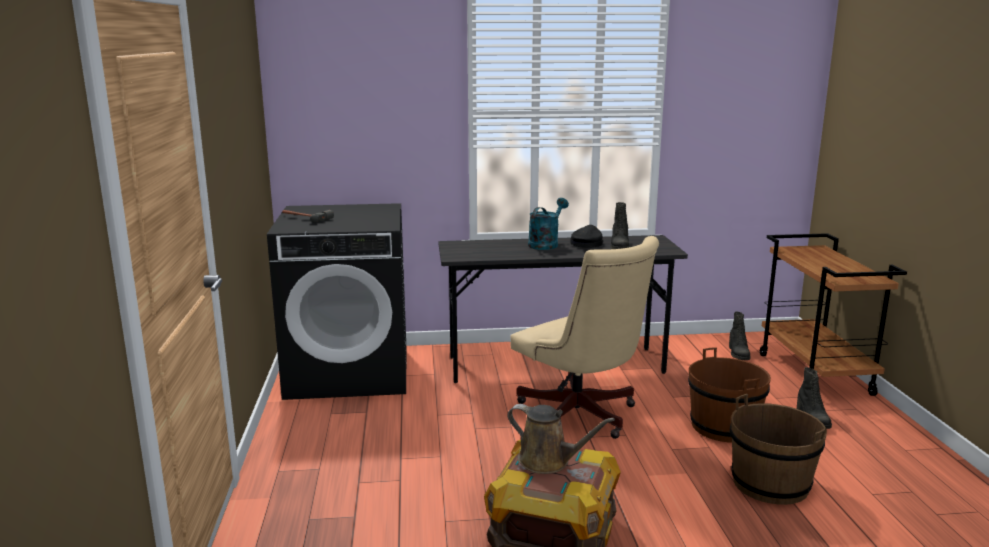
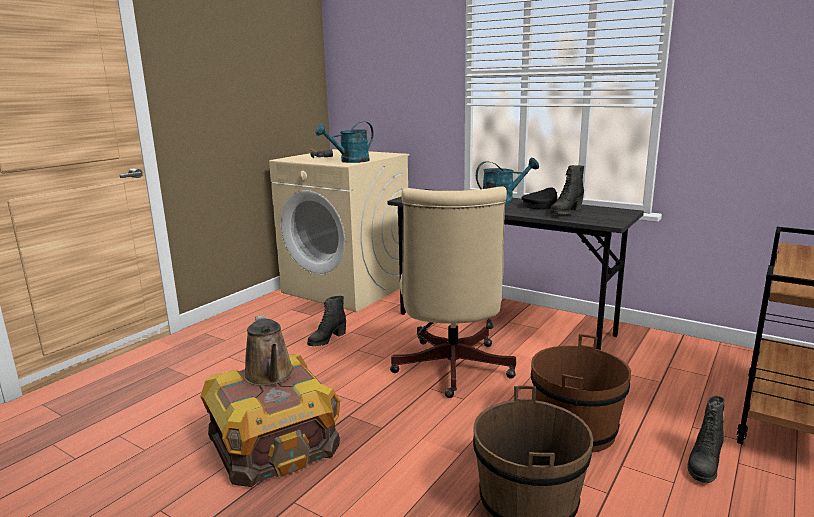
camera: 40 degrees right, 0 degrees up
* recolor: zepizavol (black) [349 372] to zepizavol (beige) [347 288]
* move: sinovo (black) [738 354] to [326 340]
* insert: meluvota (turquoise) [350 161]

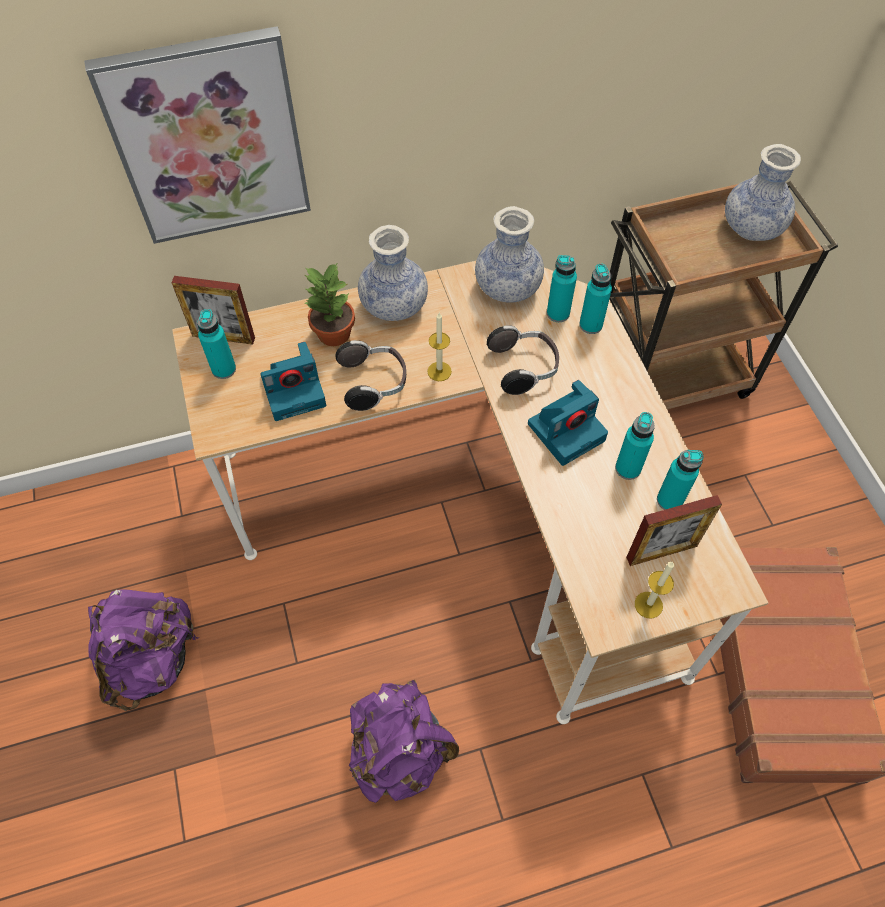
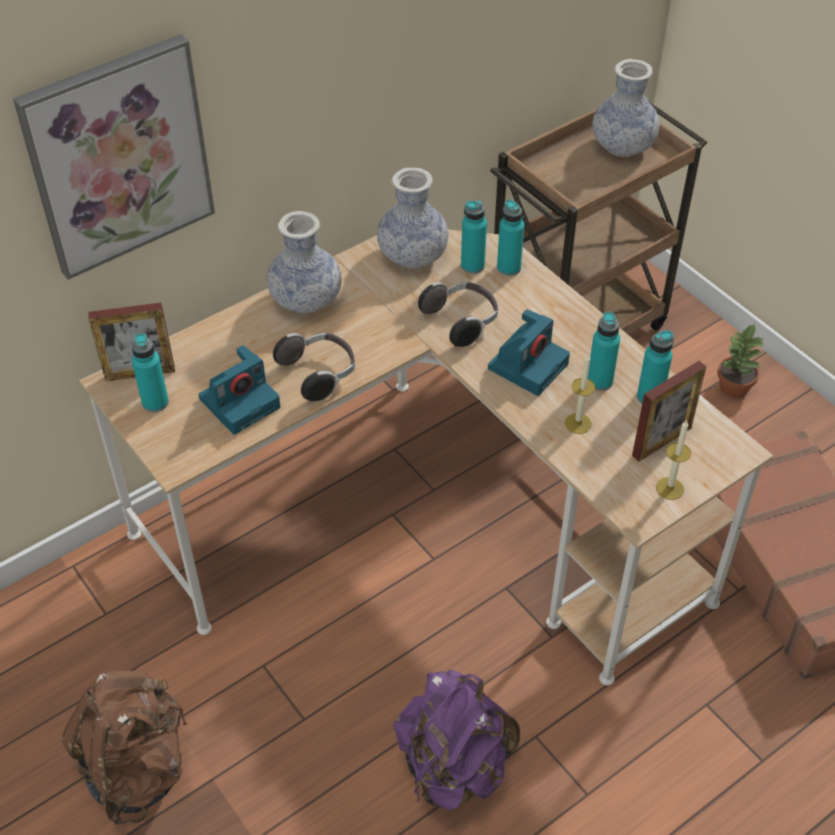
camera: 20 degrees left, 10 degrees down
* recolor: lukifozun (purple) [152 659] to lukifozun (brown) [137 768]
* move: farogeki [333 333] to [733 387]
* move: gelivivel [439 371] to [578 423]

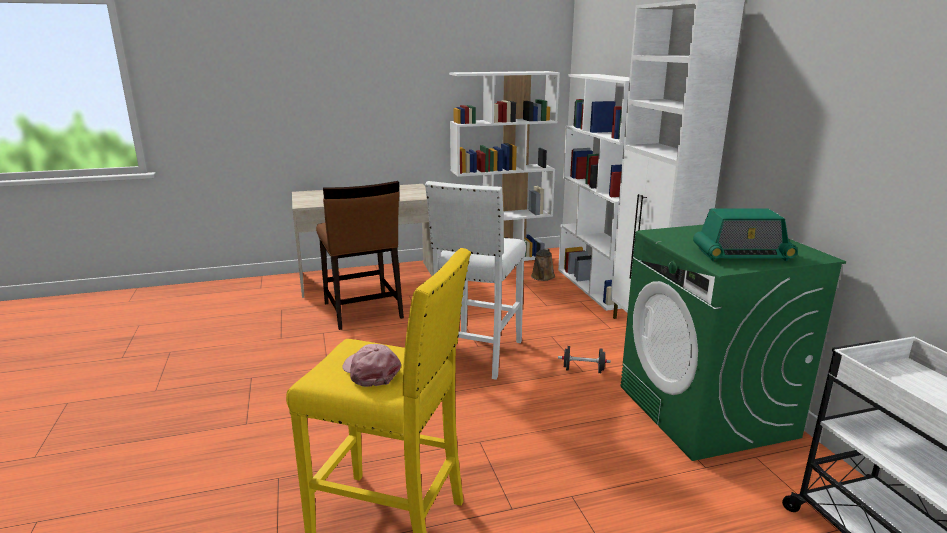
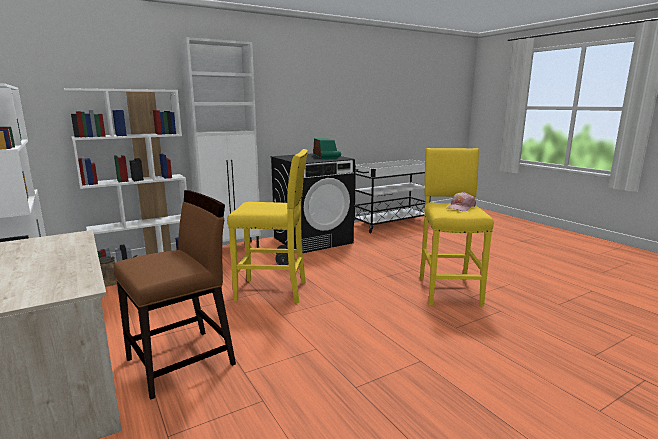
camera: 105 degrees left, 5 degrees down
* recolor: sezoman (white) [477 355] to sezoman (yellow) [273 291]
* recolor: zepizavol (green) [706 411] to zepizavol (black) [313 240]

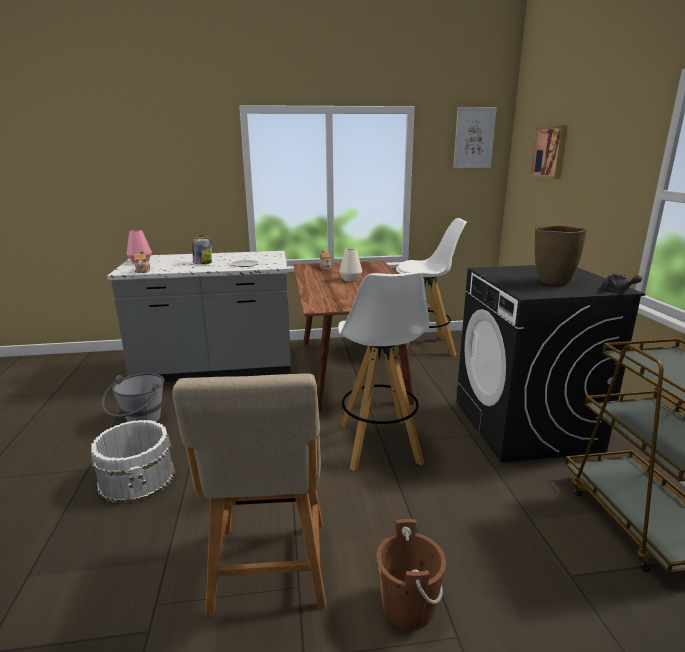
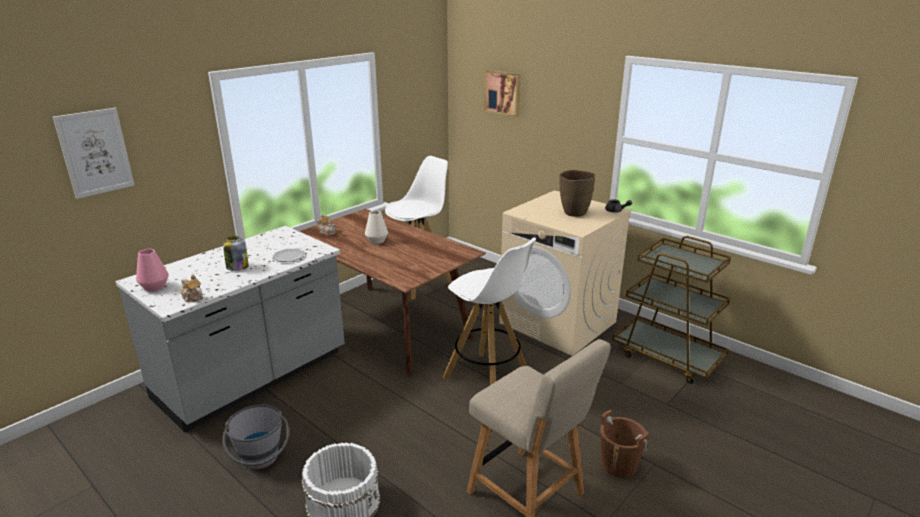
camera: 40 degrees left, 5 degrees up
* move: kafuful [474 138] to [95 152]
* recolor: zepizavol (black) [525 425] to zepizavol (beige) [558 323]

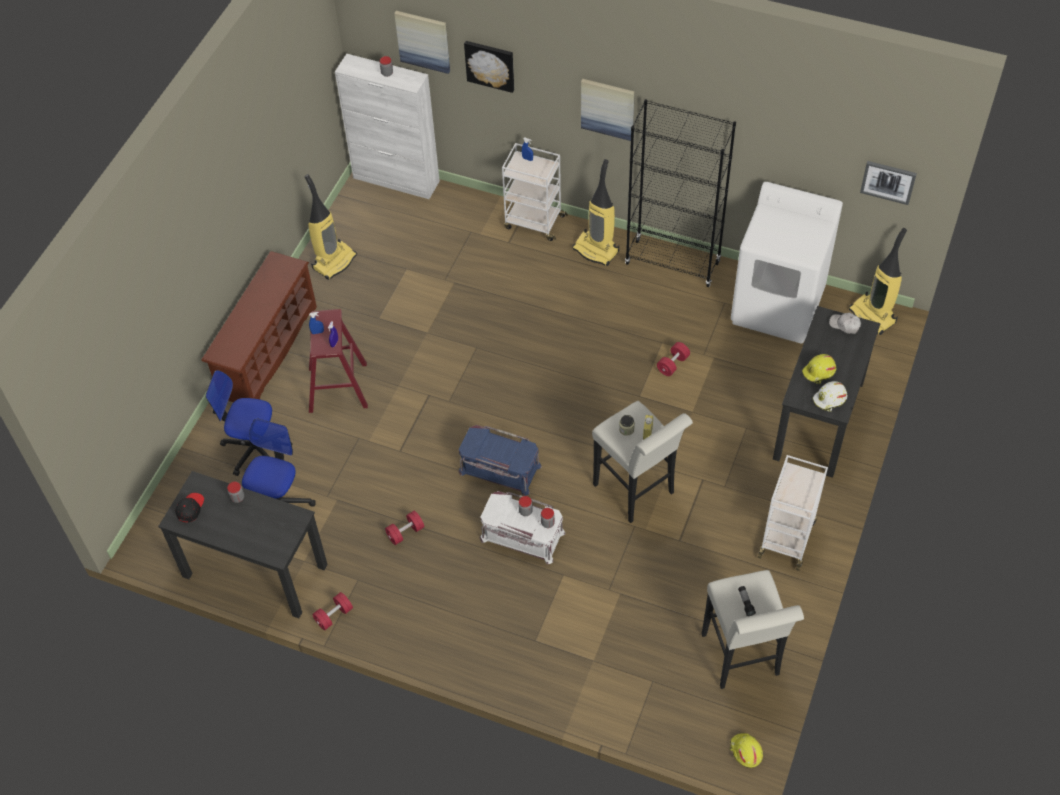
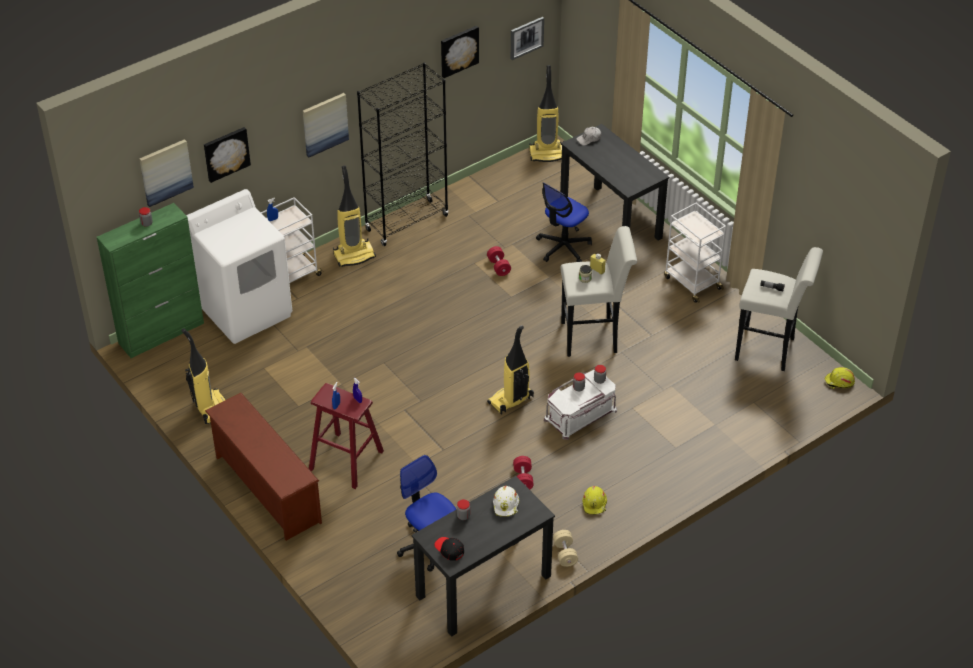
camera: 60 degrees left, 10 degrees down
* move: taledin [254 448] to [563 247]
* recolor: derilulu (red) [334 615] to derilulu (beige) [565 553]
* recolor: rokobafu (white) [396 180] to rokobafu (green) [162 333]
* replace: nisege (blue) [499 469] to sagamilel [510 400]
* move: zepizavol (white) [778 306] to [245 310]
* move: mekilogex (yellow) [819 372] to [595 504]
* move: mekilogex (white) [830 399] to [506 505]
* insert: kafuful [458 50]

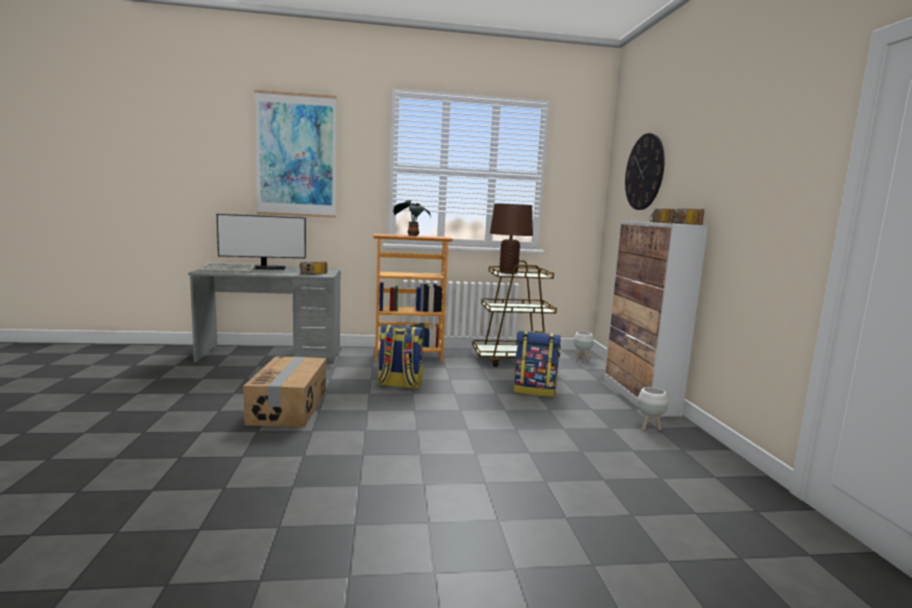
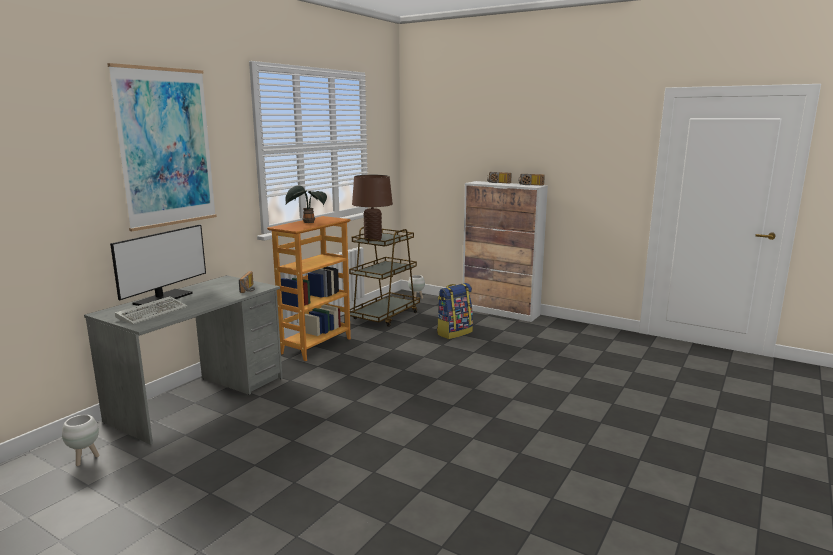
camera: 50 degrees left, 5 degrees up
* delete: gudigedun [289 407]
* delete: lukifozun [399 385]
* delete: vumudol [644 172]
* move: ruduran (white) [649 428] to [85 459]

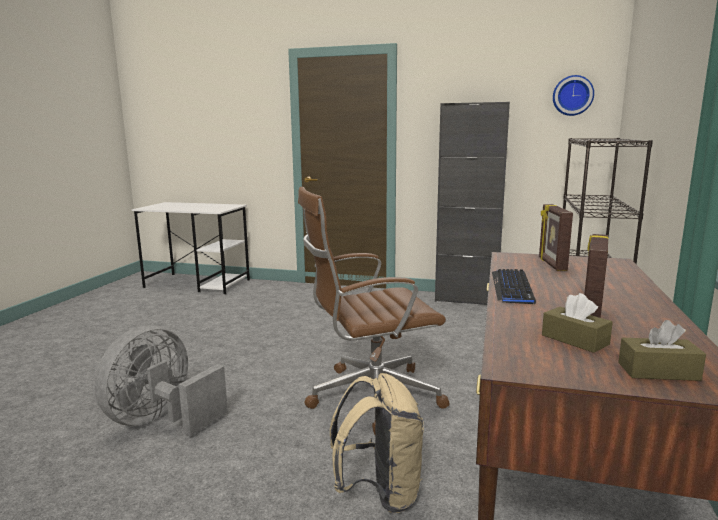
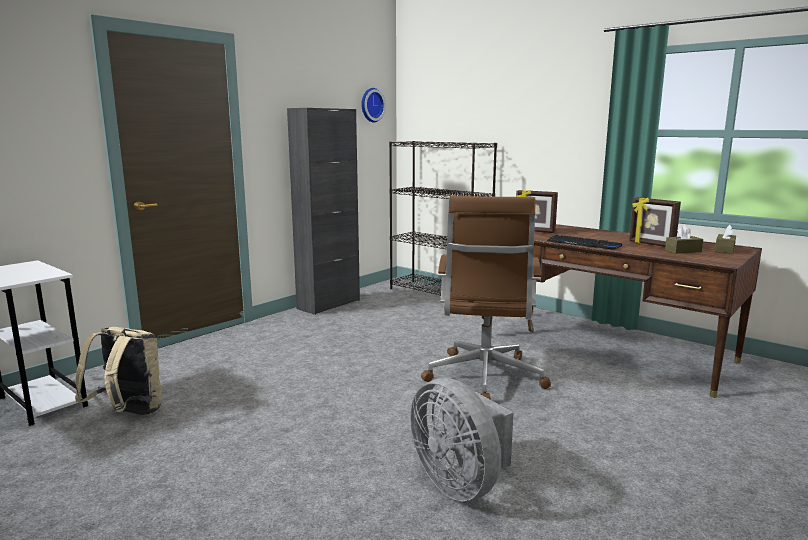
camera: 65 degrees left, 0 degrees up
* move: lukifozun (beige) [380 492] to [128 414]

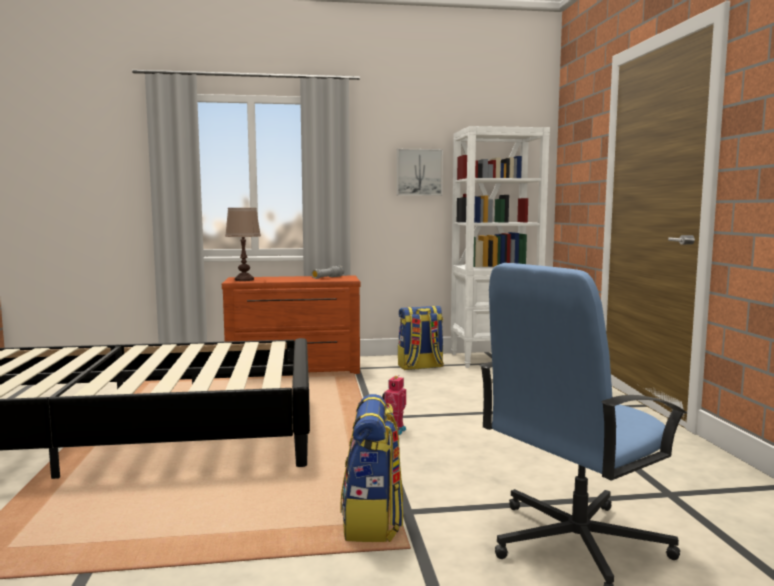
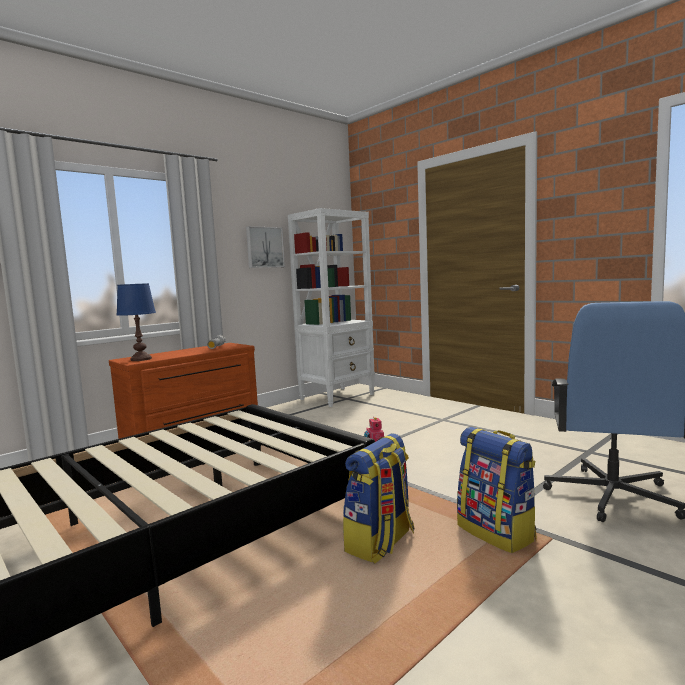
camera: 35 degrees left, 0 degrees up
* recolor: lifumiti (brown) [244 280] to lifumiti (blue) [141 359]
* move: lukifozun [420 367] to [380 543]

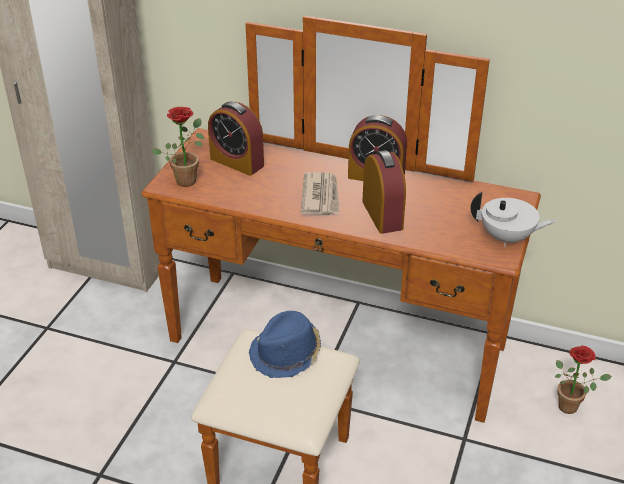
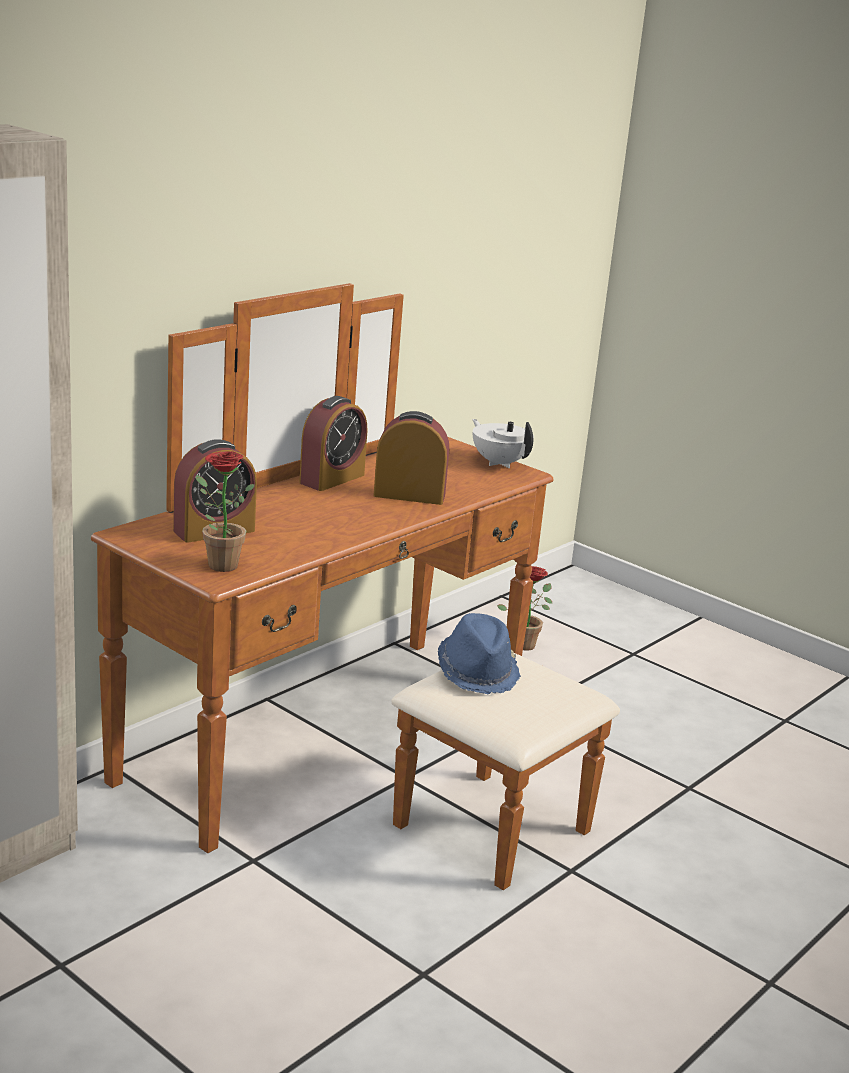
camera: 70 degrees left, 15 degrees down
* delete: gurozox [321 196]
* rotate: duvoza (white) [507 238] = [499 463] 75 degrees counterclockwise

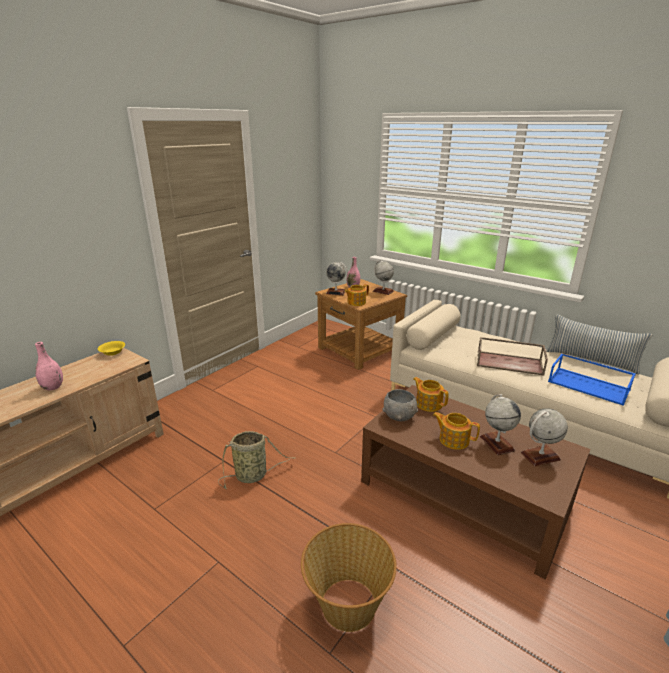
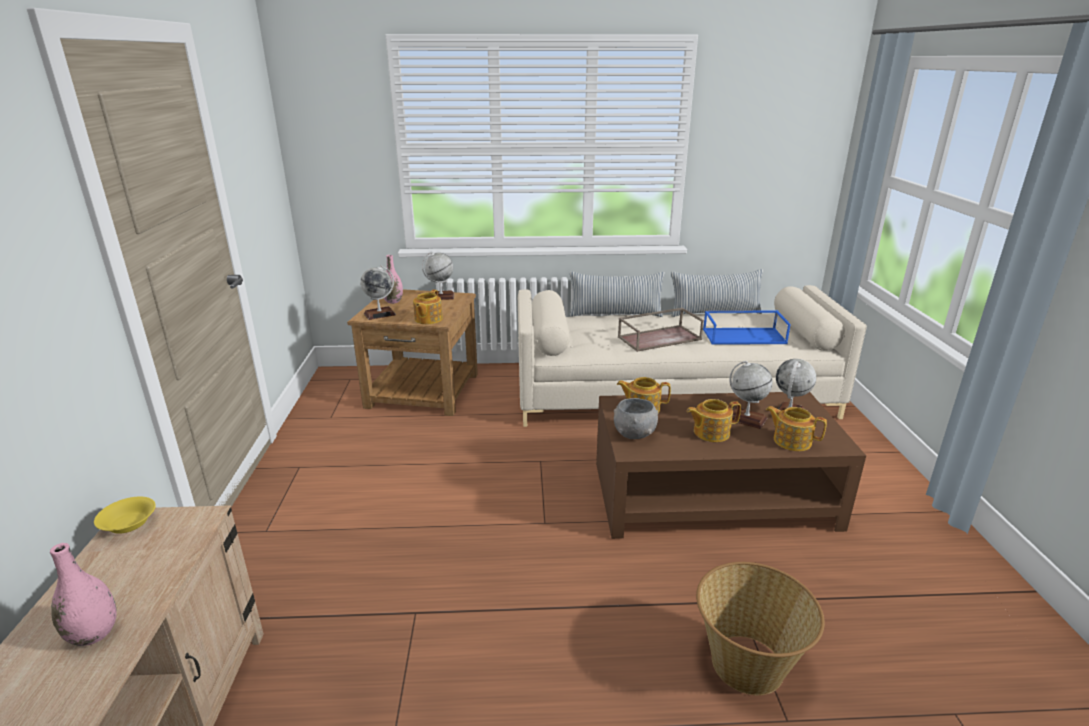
camera: 40 degrees left, 0 degrees up
* delete: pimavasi [253 475]
* insert: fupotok [615 314]
* insert: duvoza [791 441]

